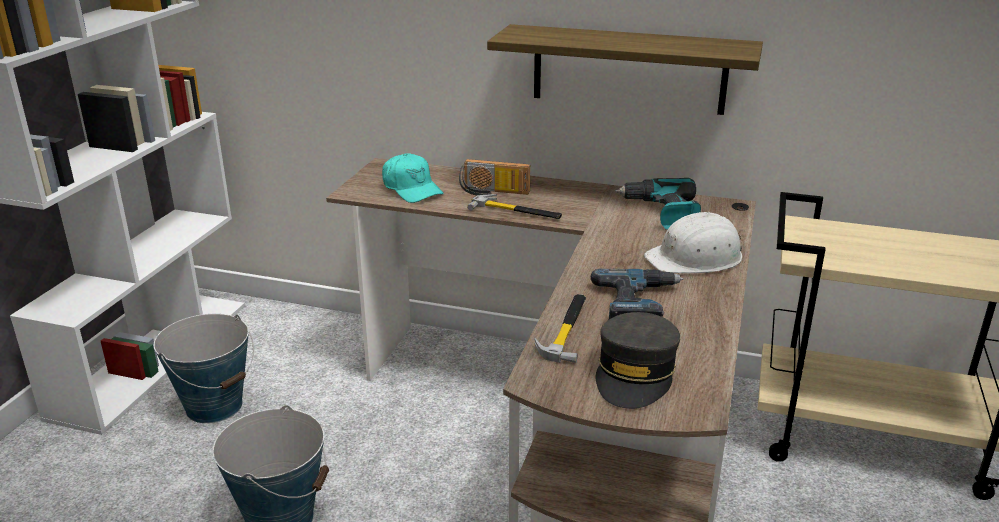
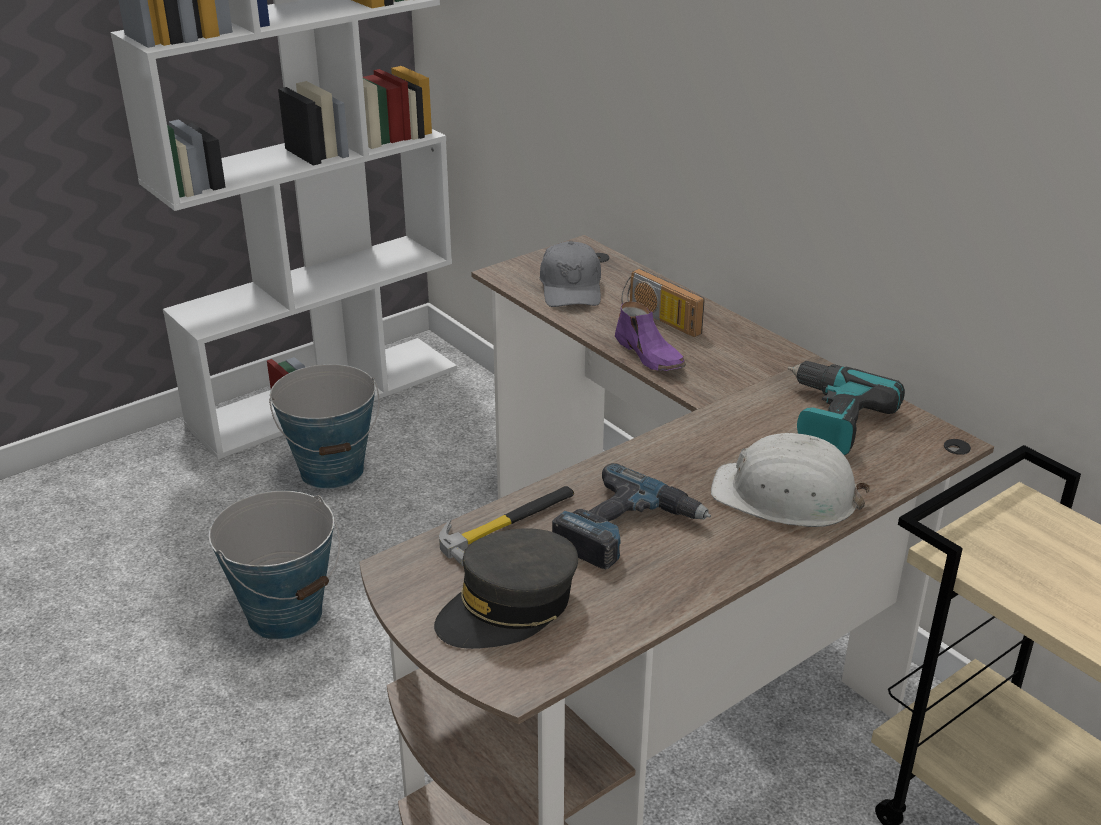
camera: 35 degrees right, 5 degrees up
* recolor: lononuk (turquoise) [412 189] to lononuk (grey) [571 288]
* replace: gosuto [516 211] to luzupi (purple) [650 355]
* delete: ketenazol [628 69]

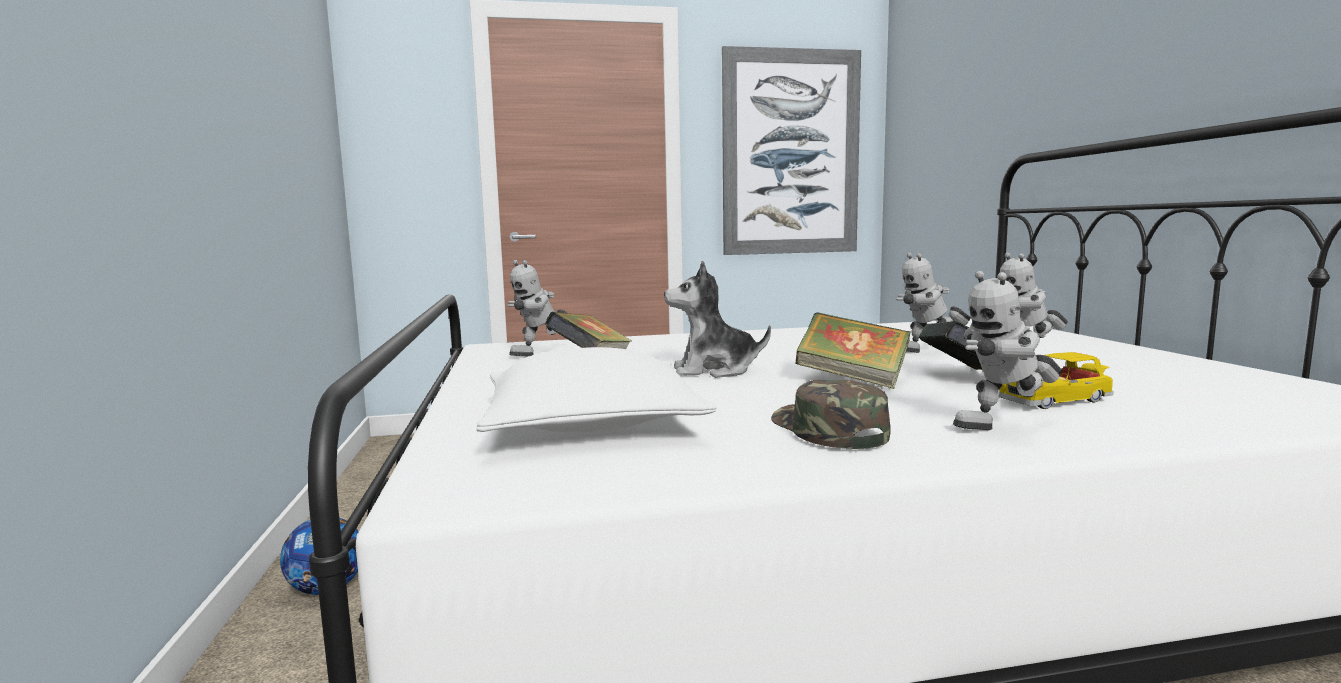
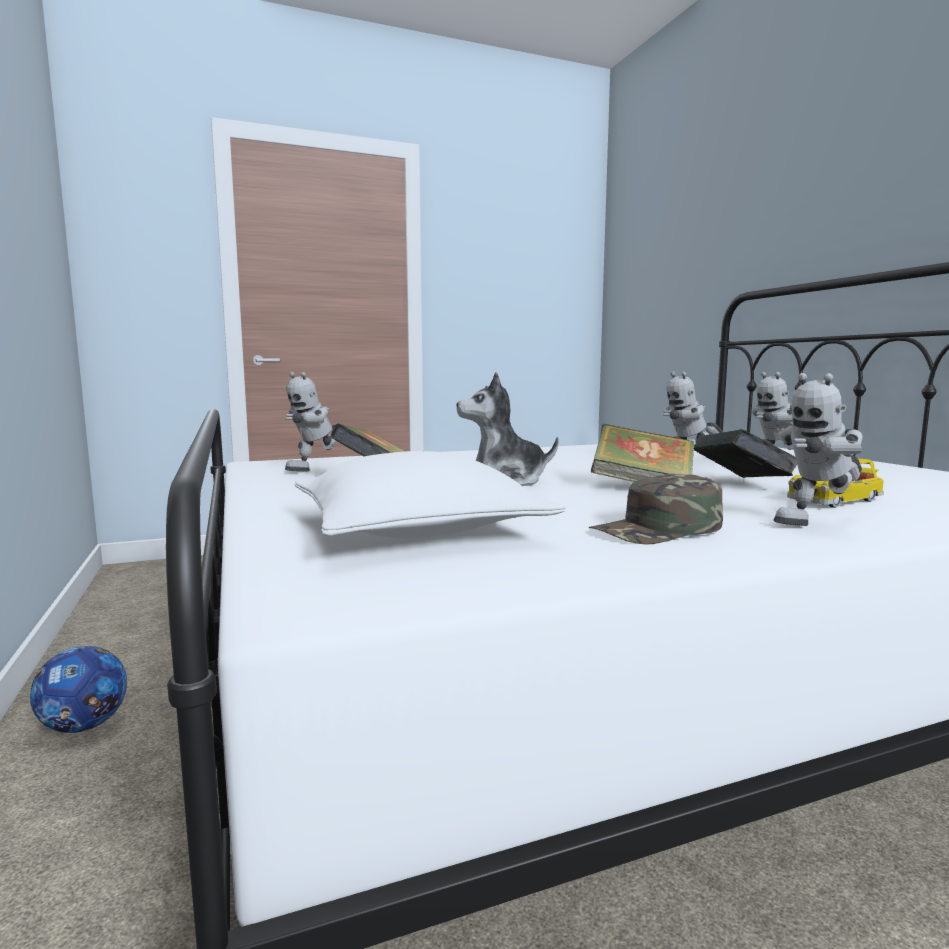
camera: 10 degrees left, 0 degrees up
* delete: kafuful [791 153]
* rotate: lononuk (green) [826 430] = [658 529] 90 degrees counterclockwise

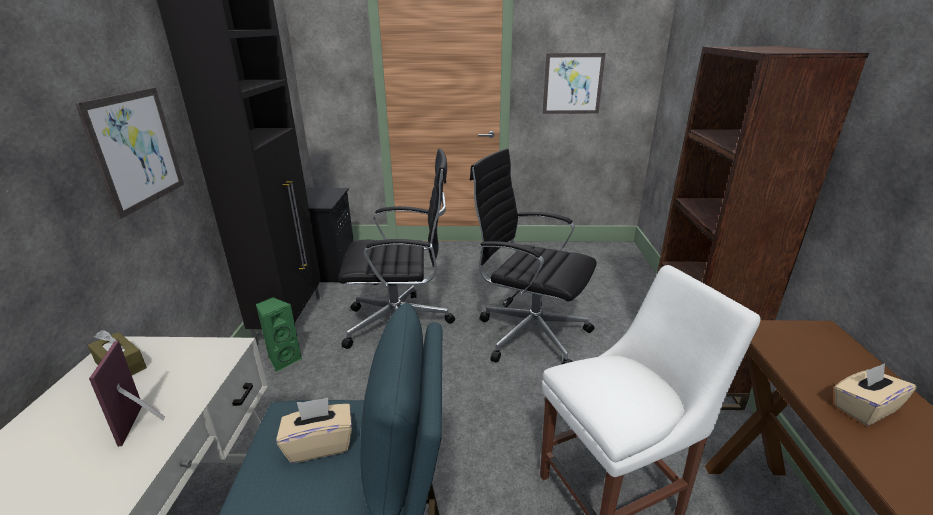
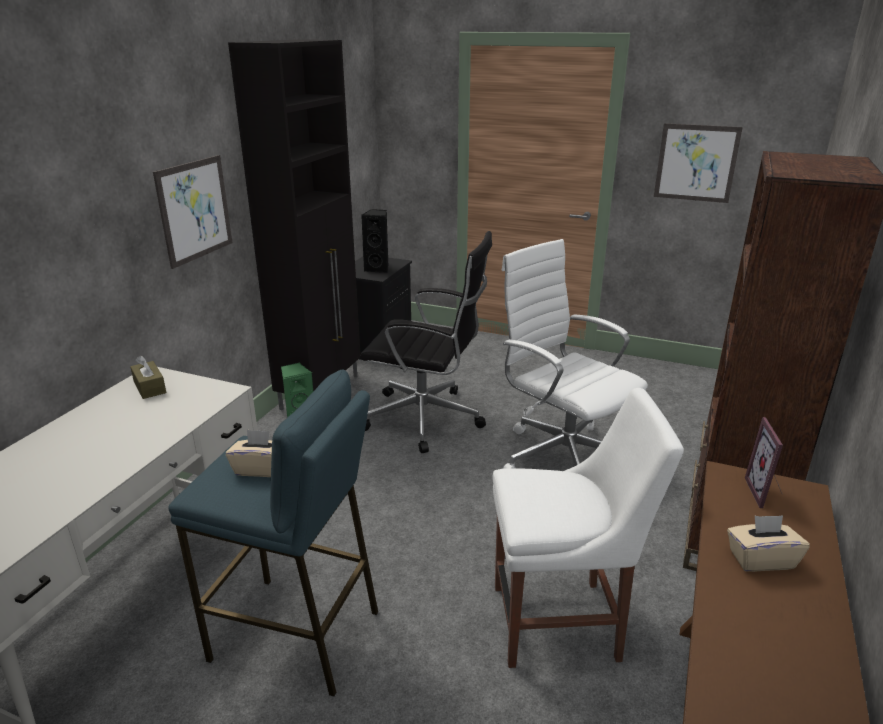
camera: 20 degrees right, 0 degrees up
* move: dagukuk [146 422] to [766 493]
* recolor: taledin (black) [529 333] to taledin (white) [562 456]
* insert: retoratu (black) [378 269]

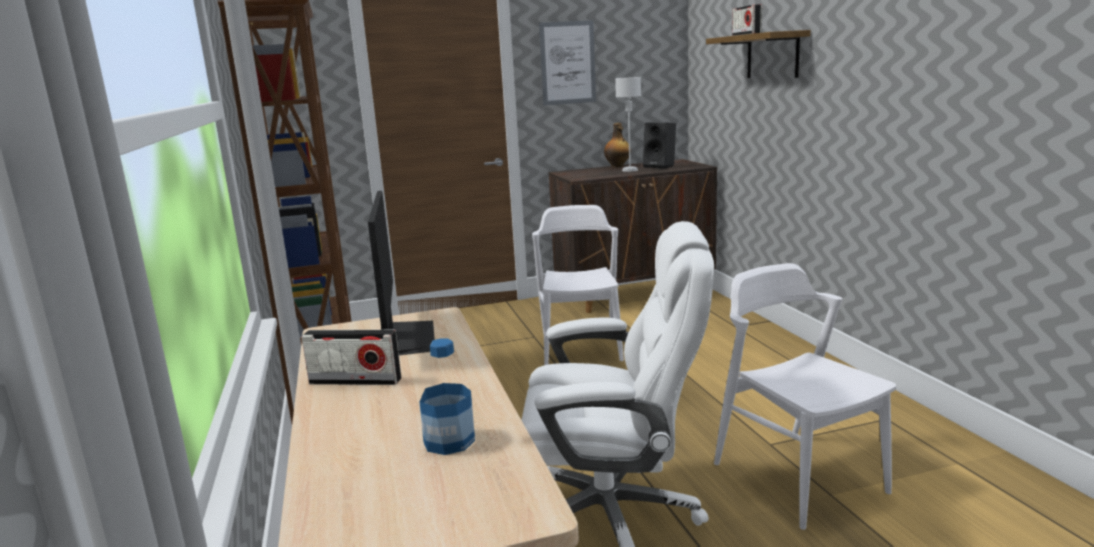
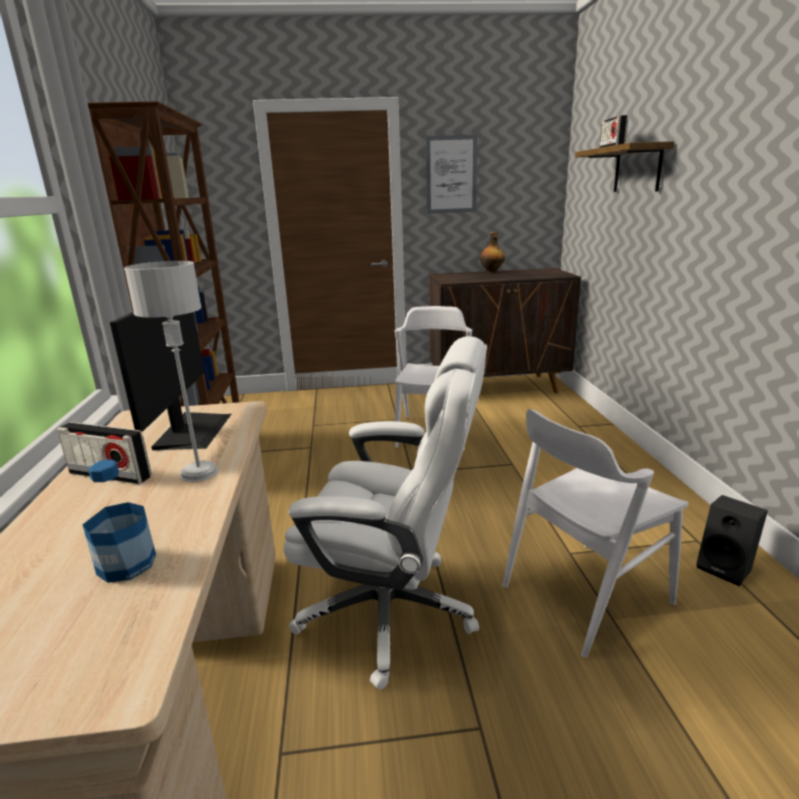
camera: 10 degrees right, 5 degrees up
* move: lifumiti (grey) [630 170] to [200 472]
* move: retoratu (black) [660 166] to [726 568]
* rotate: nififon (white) [797 477] = [585 594] 105 degrees counterclockwise

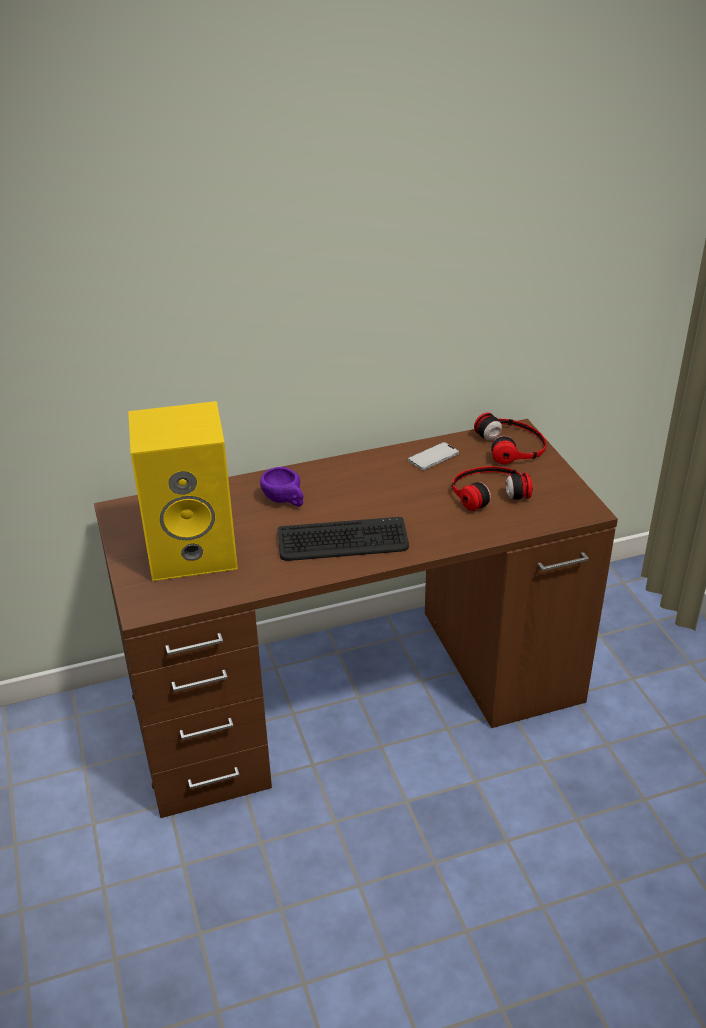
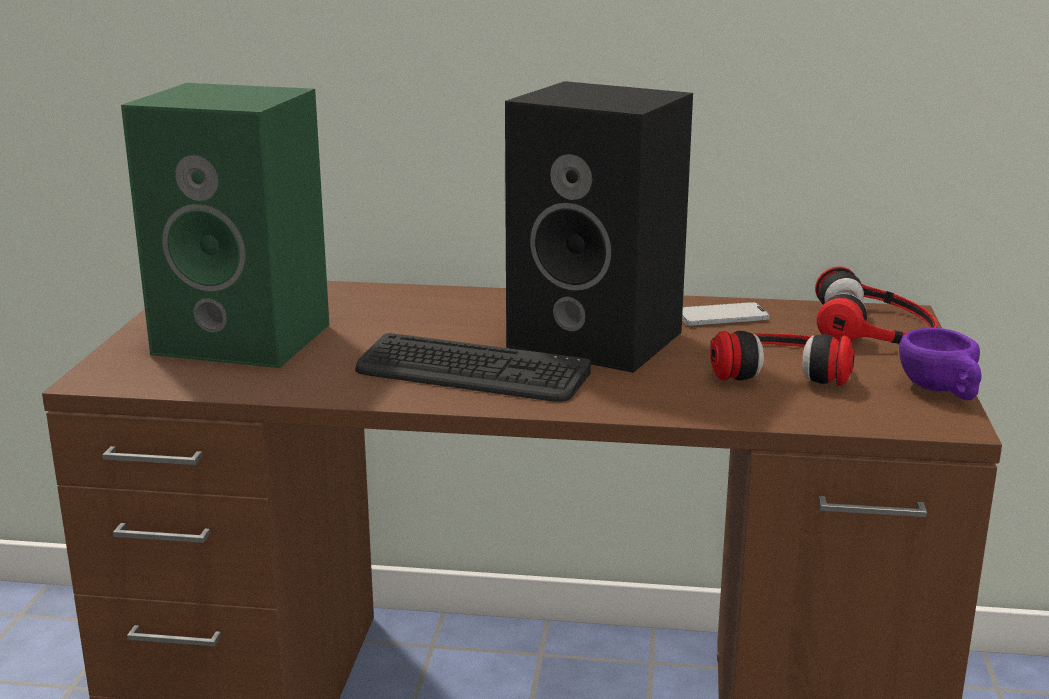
camera: 25 degrees right, 15 degrees down
* recolor: retoratu (yellow) [194 550] to retoratu (green) [248 338]
* move: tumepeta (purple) [285 501] to [941 391]
* insert: retoratu (black) [600 339]

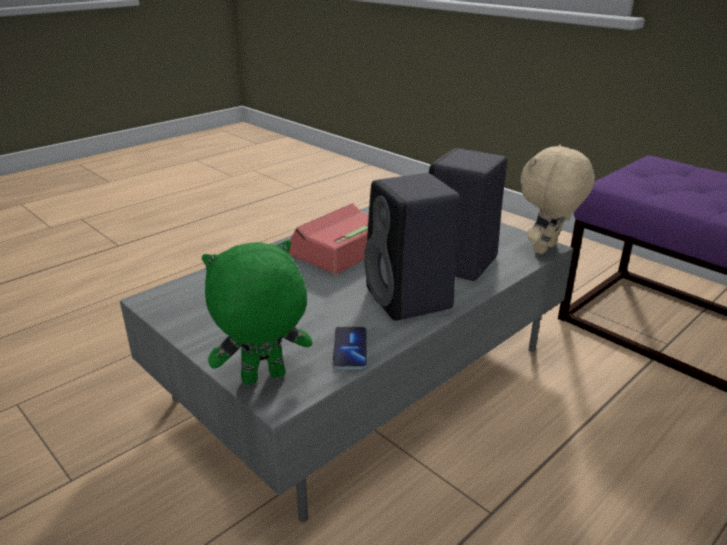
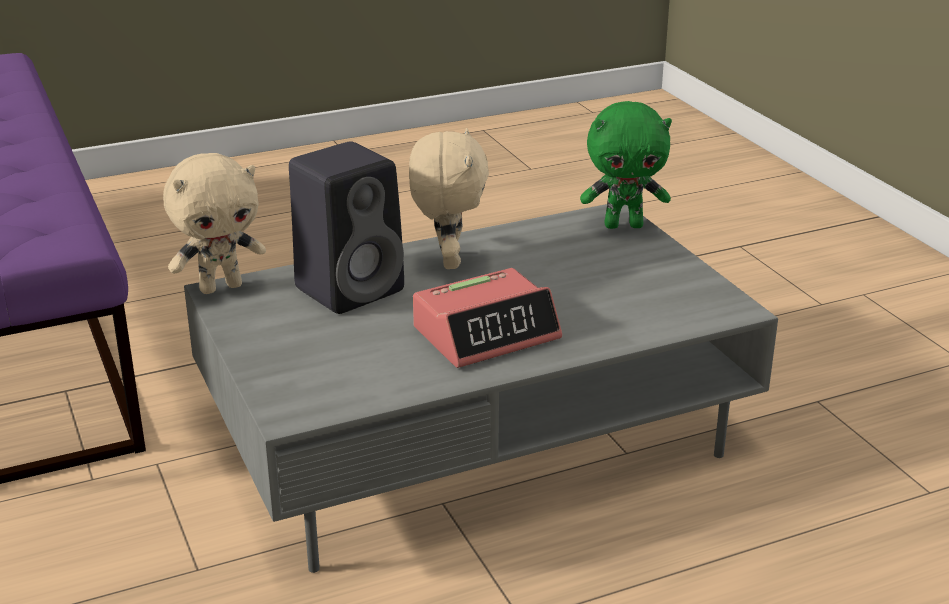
camera: 160 degrees left, 0 degrees up
* delete: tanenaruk [350 349]
* replace: retoratu (black) [410 300] to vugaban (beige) [447 260]

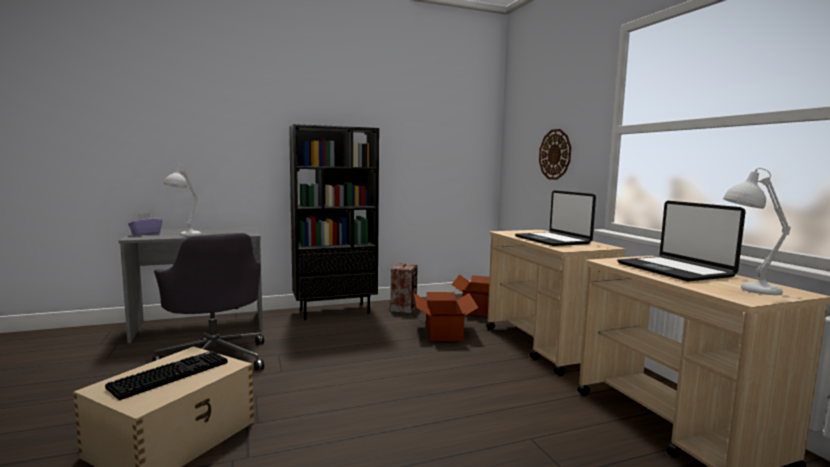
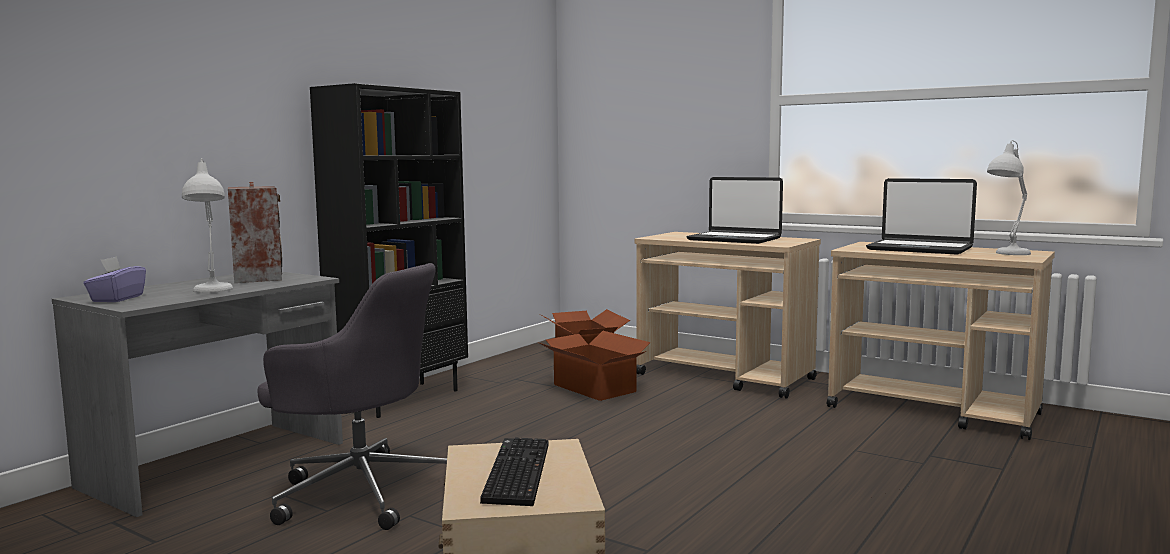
camera: 35 degrees left, 0 degrees up
* move: retoratu [404 307] to [258 277]
* delete: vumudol [555 154]

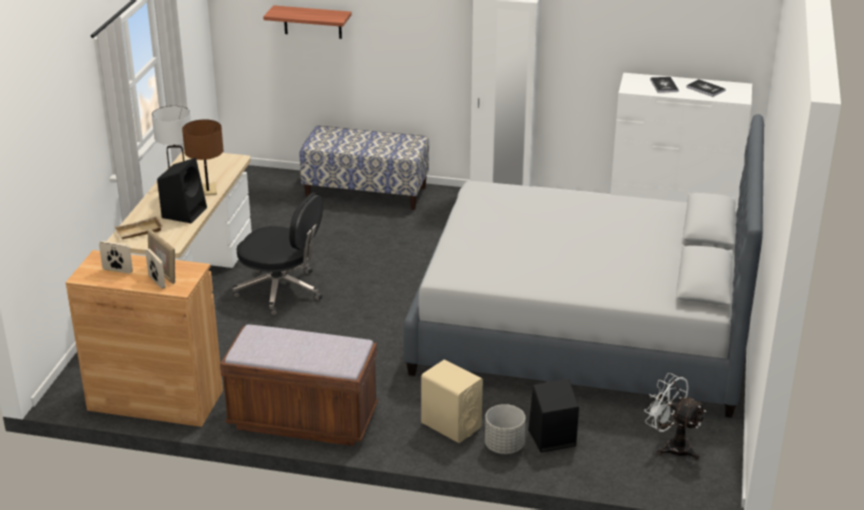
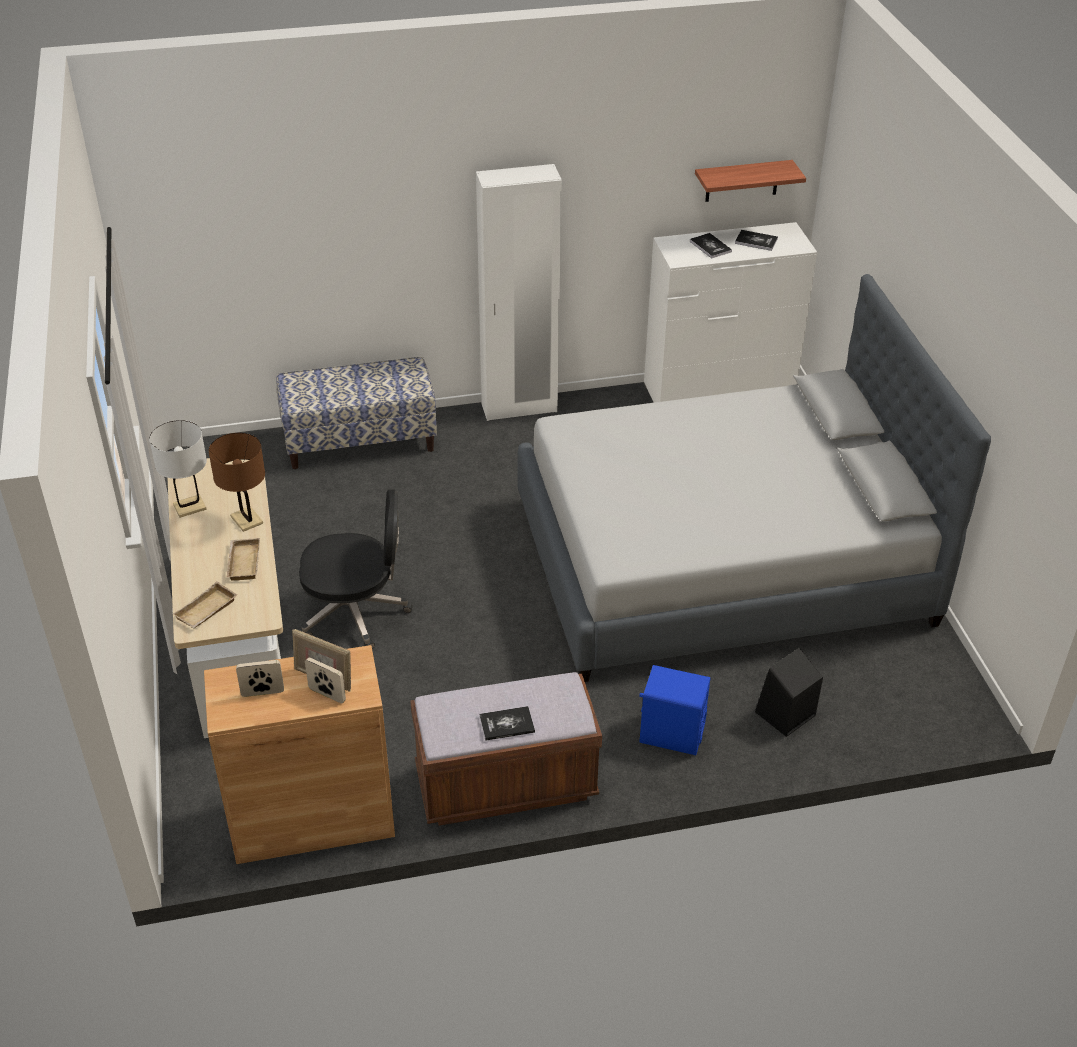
camera: 25 degrees left, 10 degrees up
* replace: retoratu (black) [184 212] to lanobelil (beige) [242 562]
* move: ketenazol [312 22] to [742 181]
* recolor: retoratu (beige) [451 425] to retoratu (blue) [671 734]
* delete: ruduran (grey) [504 446]
* delete: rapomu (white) [672 446]
* insert: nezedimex [507 724]

